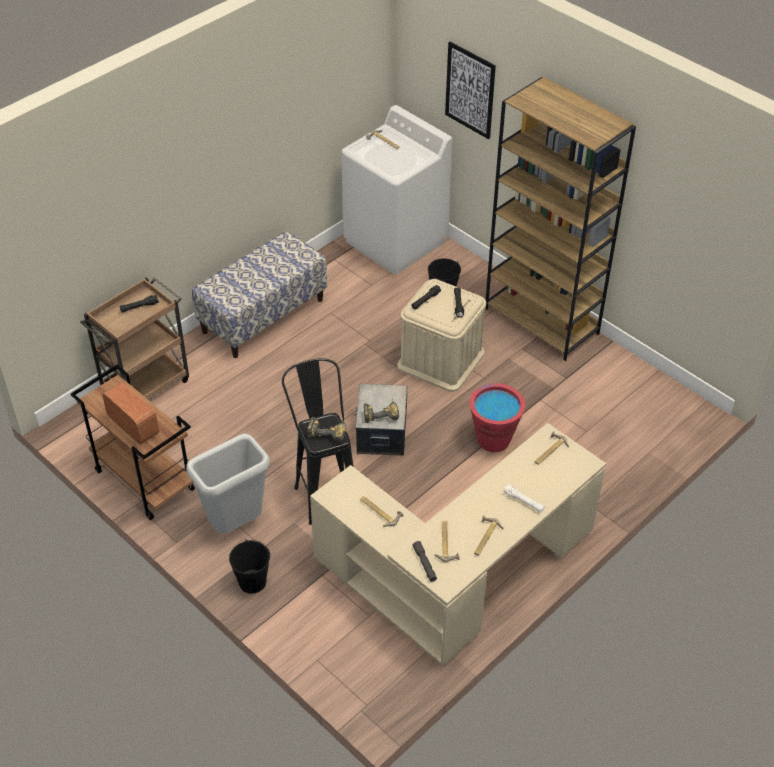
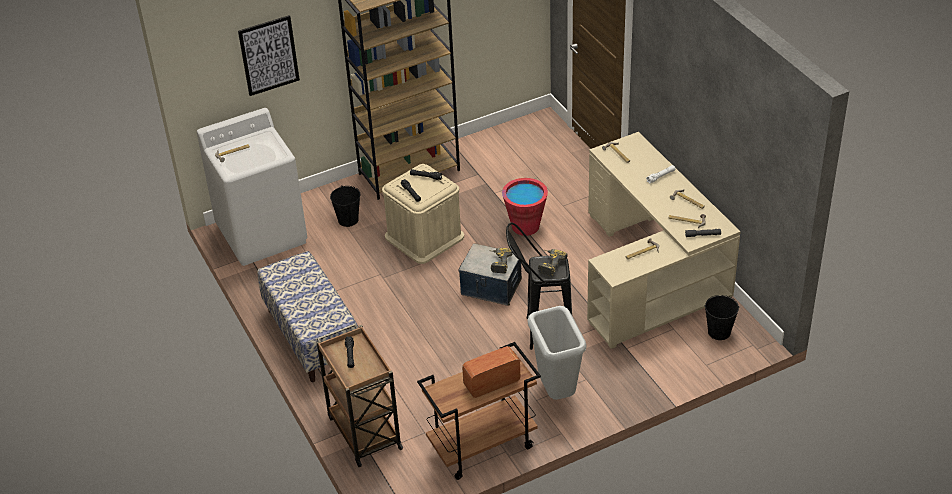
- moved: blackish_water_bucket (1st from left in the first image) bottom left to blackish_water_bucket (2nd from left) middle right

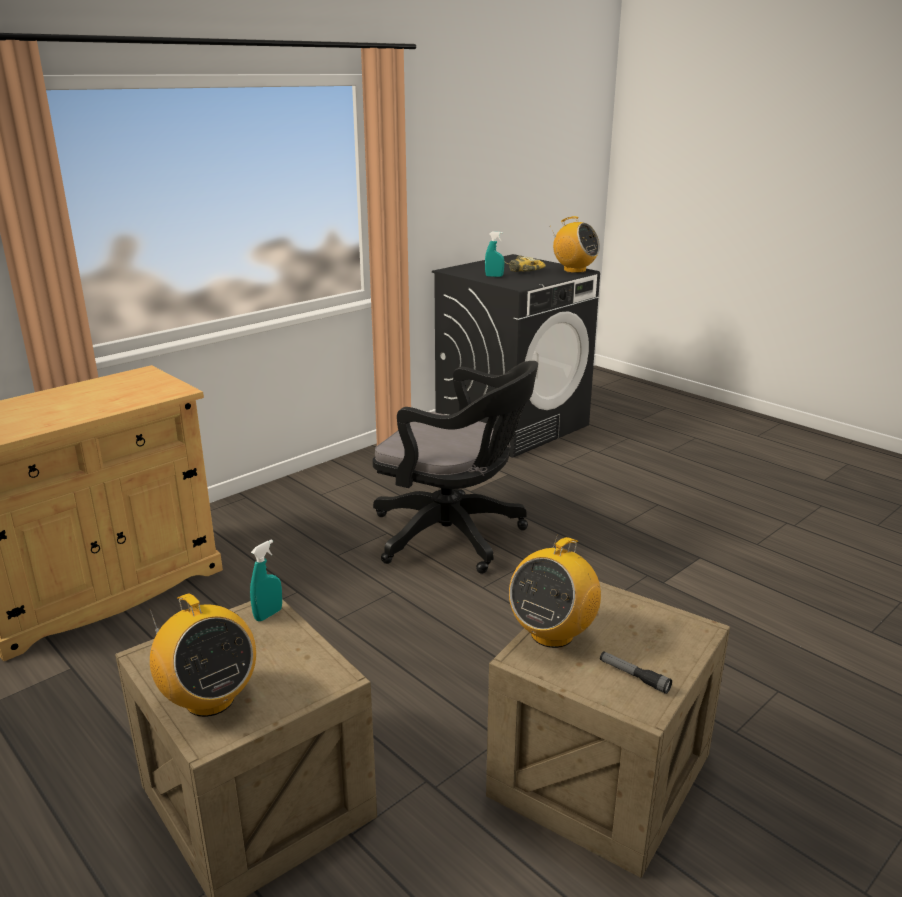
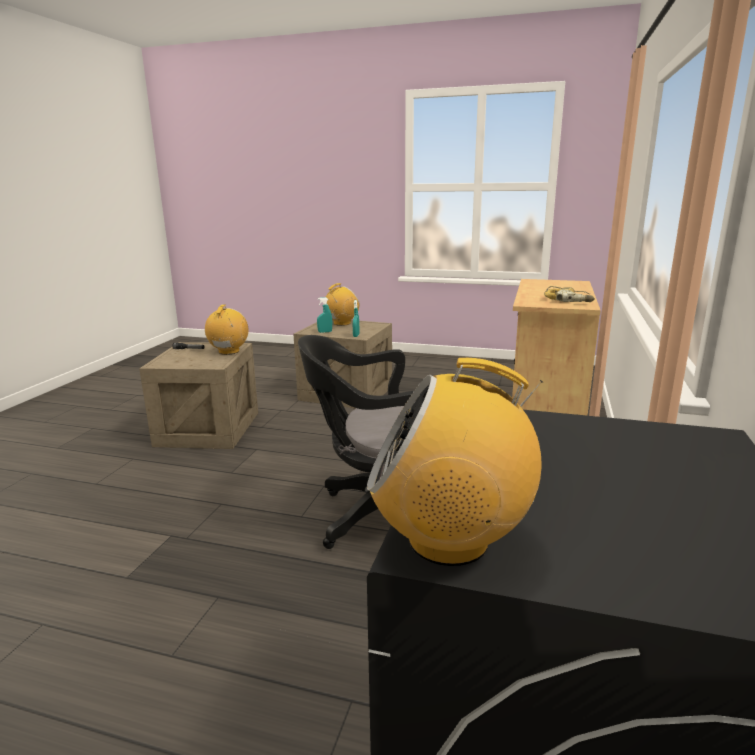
- moved: blue-green_sprayer (2nd from left in the first image) top centre to blue-green_sprayer (1st from left) centre
- turned: radio (1st from left in the first image) bottom left = centre 120 degrees clockwise
- moved: power_drill top centre to middle right

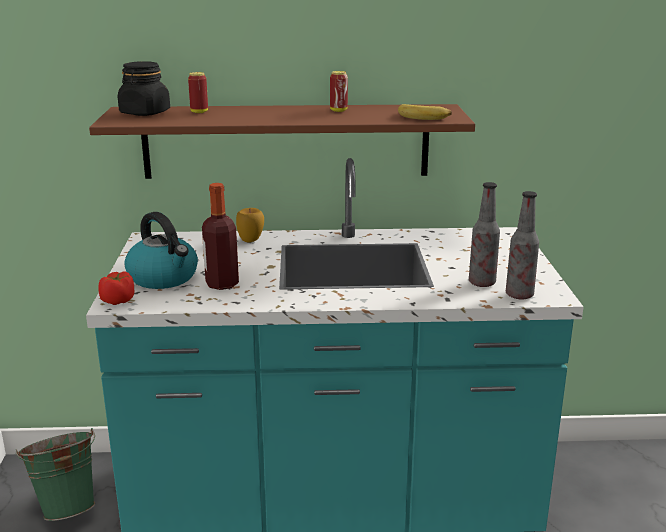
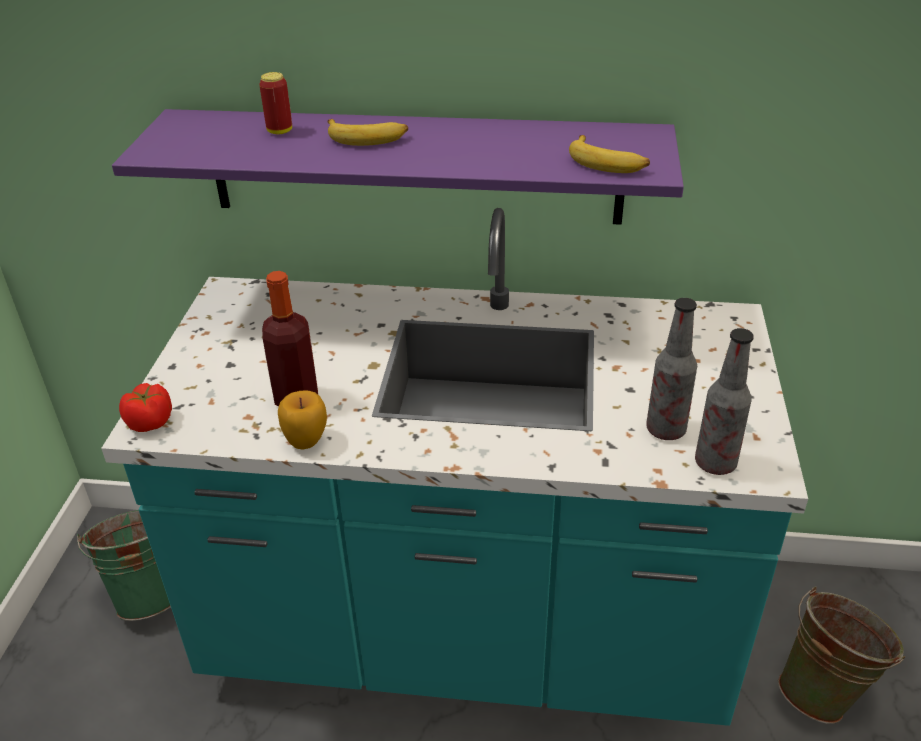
- recoloured: brown-coloured_wall_shelf top centre to purple_wall_shelf top centre
- moved: apple centre to middle left
- added: banana (1st from left) top centre
- added: green_water_bucket (2nd from left) bottom right
- removed: blackish_jar top left
- removed: kettle middle left
- removed: sealed_can (2nd from left) top centre

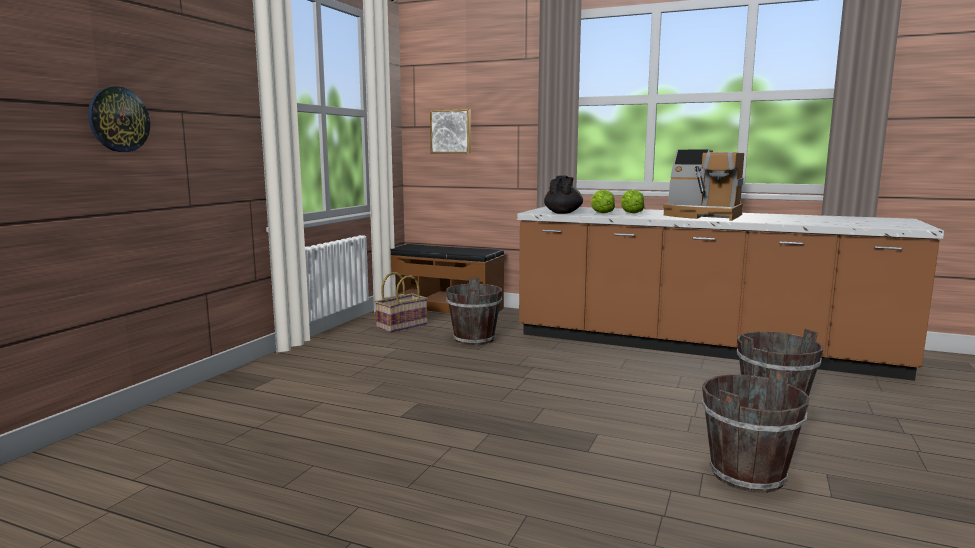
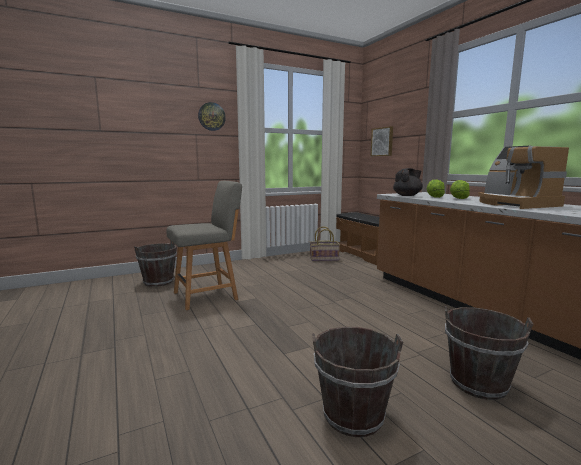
- moved: brown-coloured_water_bucket (1st from left) centre to middle left
- added: greyish_chair centre
- moved: hanging_clock top left to top centre

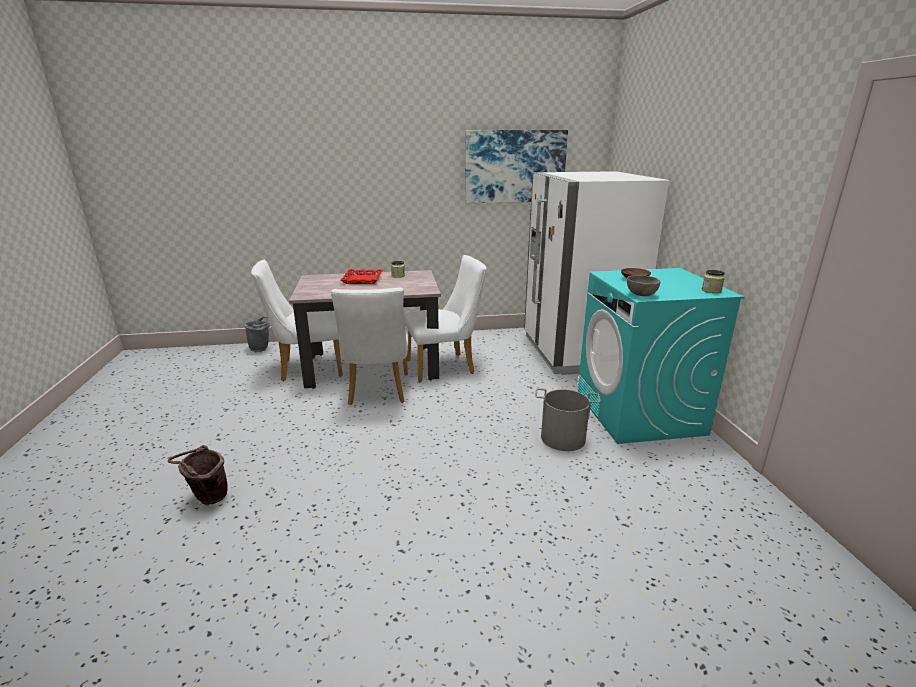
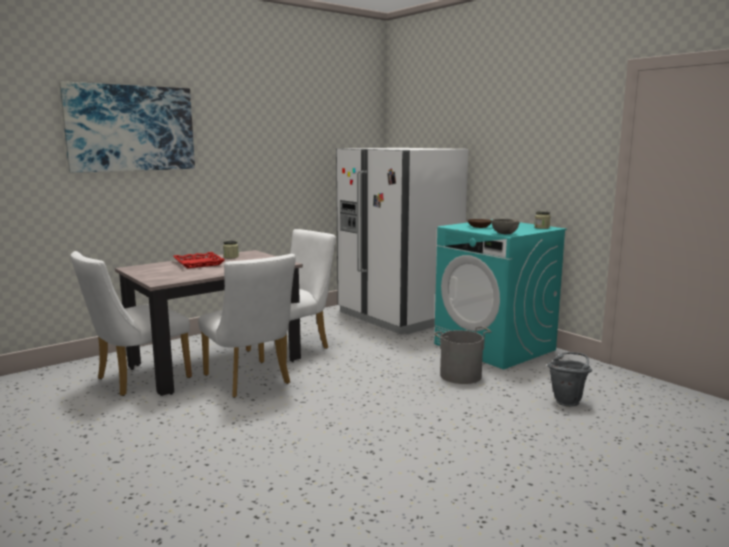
- moved: wall_art top centre to top left
- moved: greyish_water_bucket (1st from left in the first image) middle left to greyish_water_bucket (2nd from left) bottom right
- removed: brown-coloured_water_bucket bottom left

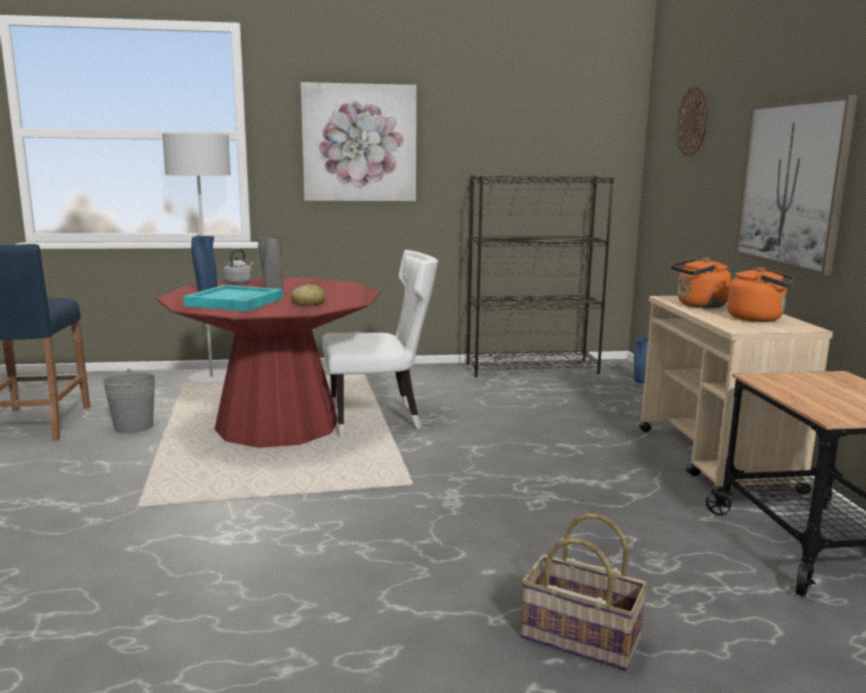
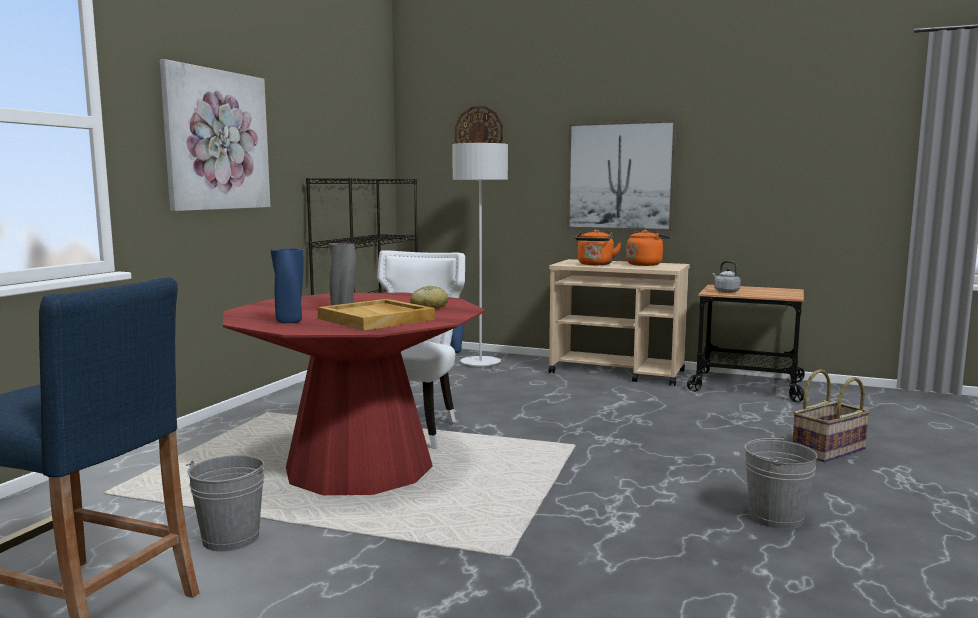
- recoloured: blue-green_serving_tray middle left to beige-coloured_serving_tray centre
- moved: greyish_standard_lamp middle left to centre
- moved: greyish_kettle middle left to middle right
- added: greyish_water_bucket (2nd from left) bottom right

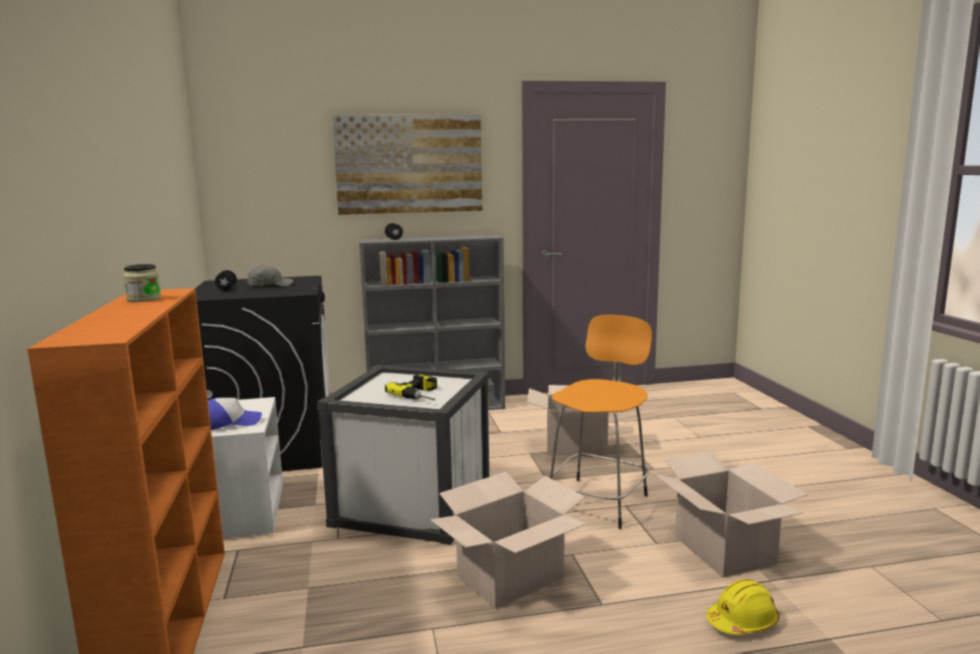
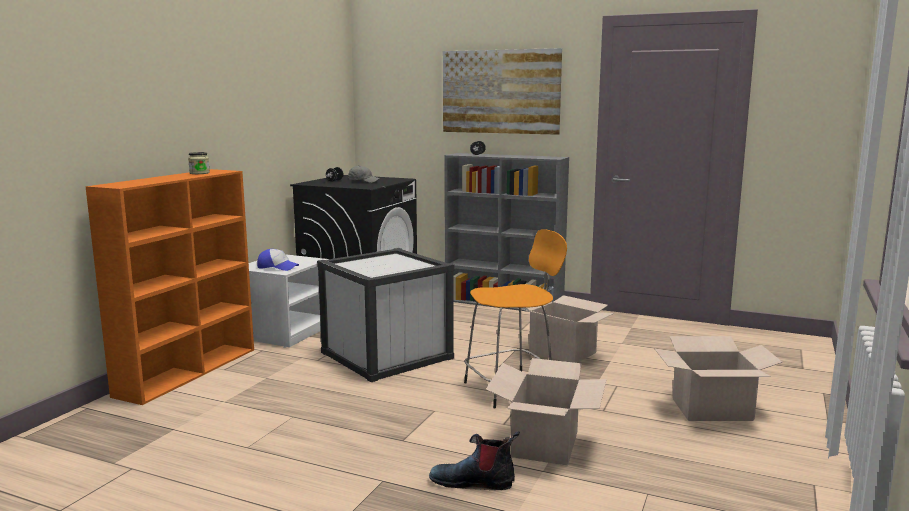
- replaced: yellow_safety_helmet bottom right to boot bottom centre
- moved: packing_box (1st from left in the first image) bottom centre to packing_box (3rd from left) bottom right
- removed: power_drill centre

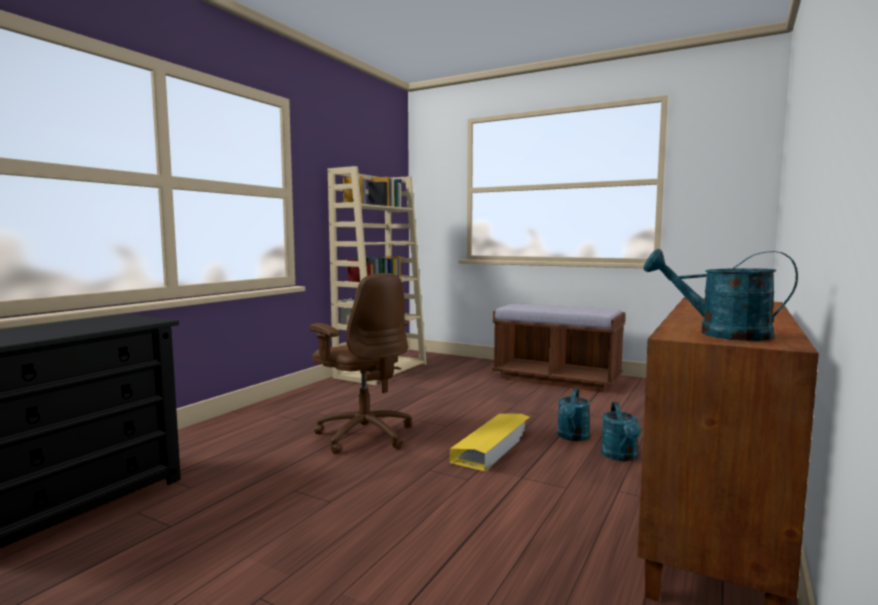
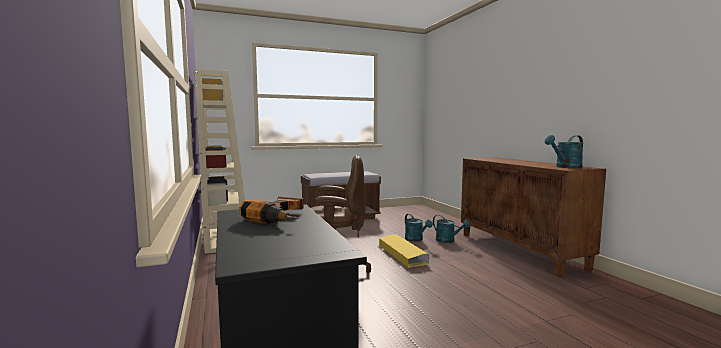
- added: power_drill centre

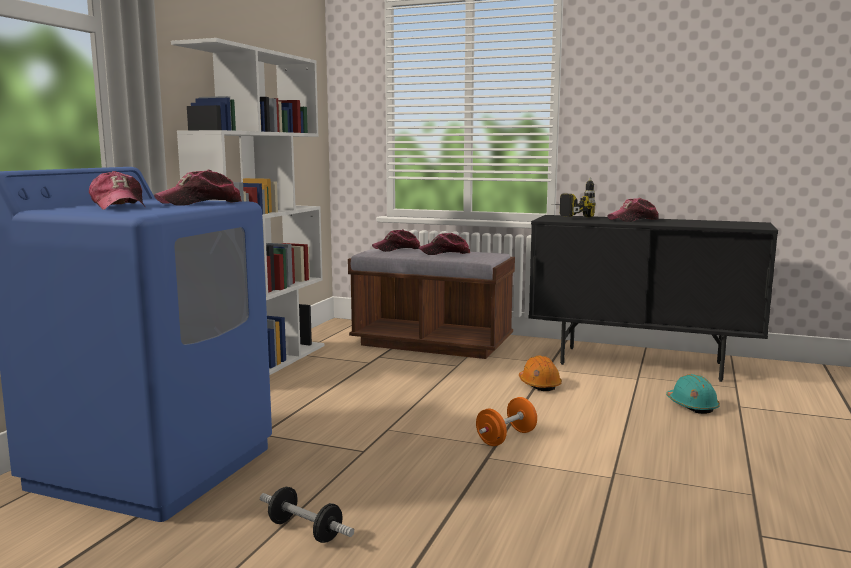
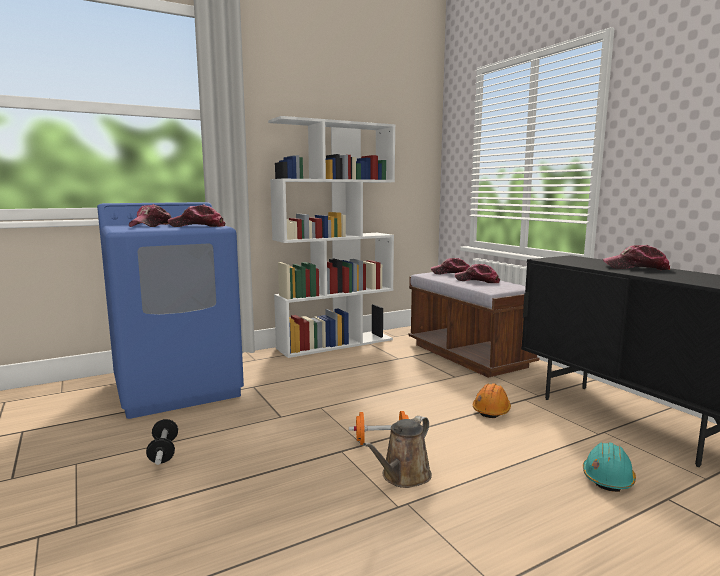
- added: brown-coloured_watering_pot bottom centre
- removed: power_drill middle right

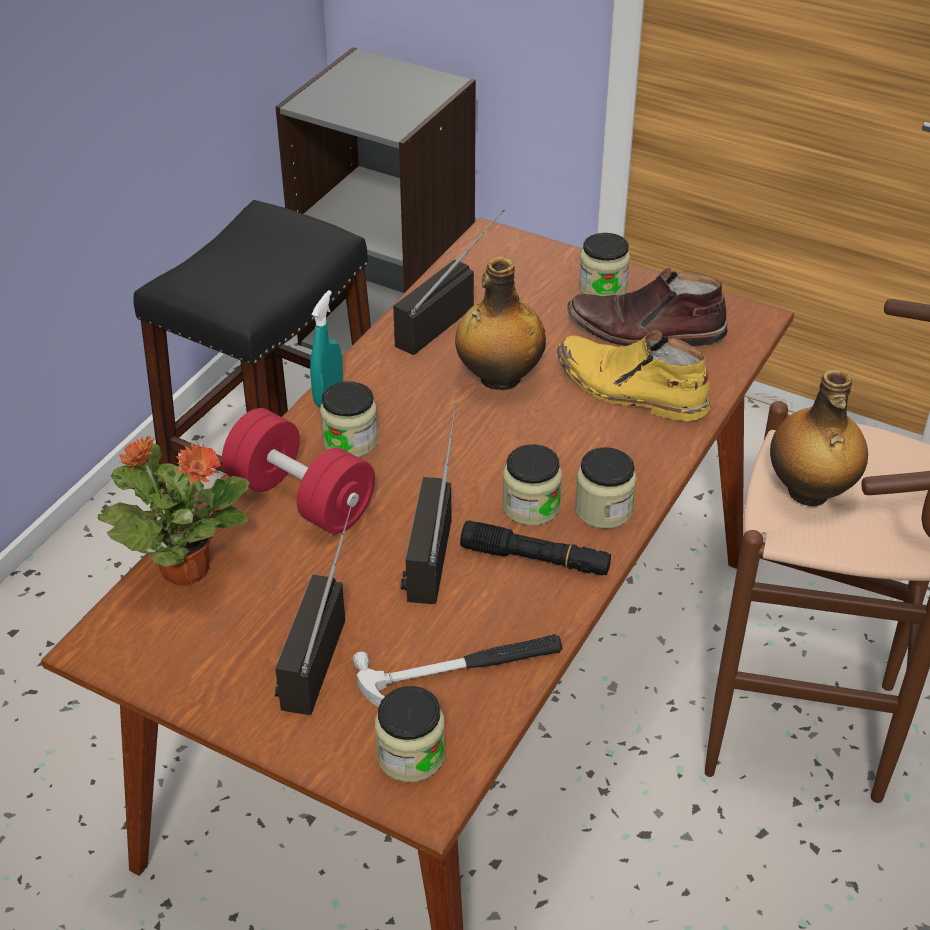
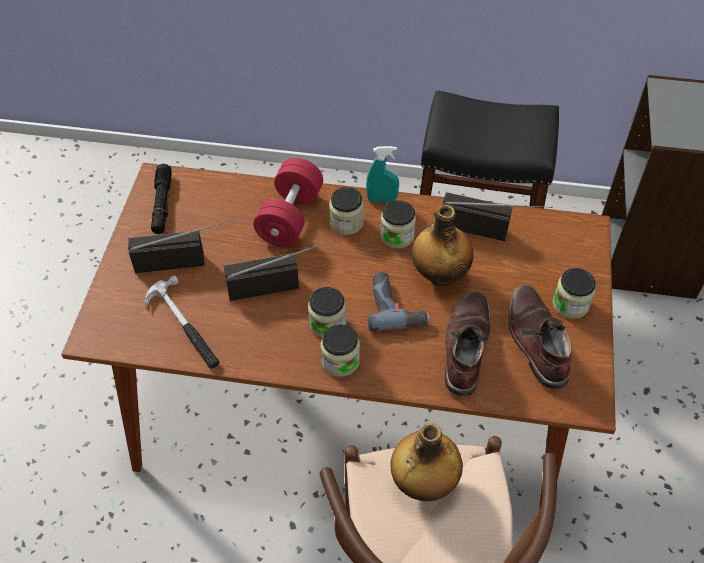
- moved: blackish_hand_torch centre to middle left
- added: power_drill centre
- moved: jar (2nd from left in the first image) bottom centre to jar (4th from left) centre
- recoloured: yellow_boot middle right to brown-coloured_boot (1st from left) centre
- removed: plant_in_a_pot middle left

